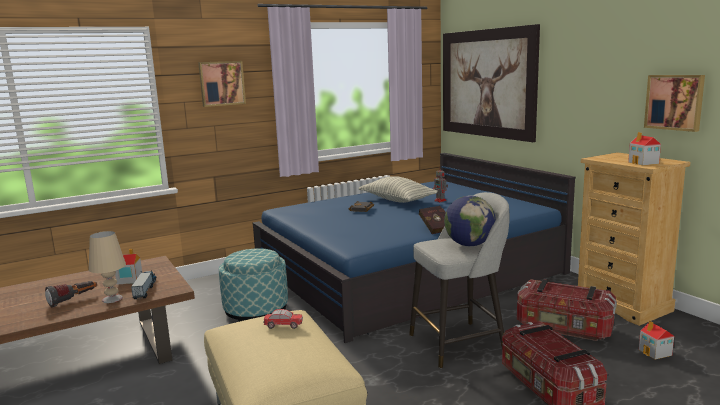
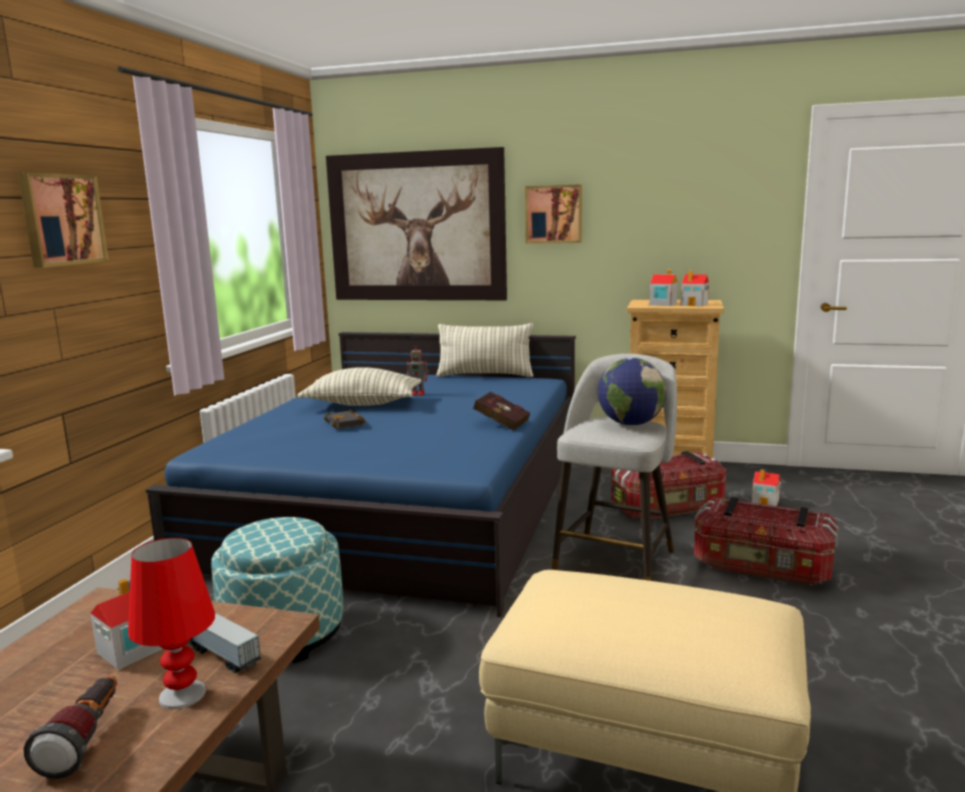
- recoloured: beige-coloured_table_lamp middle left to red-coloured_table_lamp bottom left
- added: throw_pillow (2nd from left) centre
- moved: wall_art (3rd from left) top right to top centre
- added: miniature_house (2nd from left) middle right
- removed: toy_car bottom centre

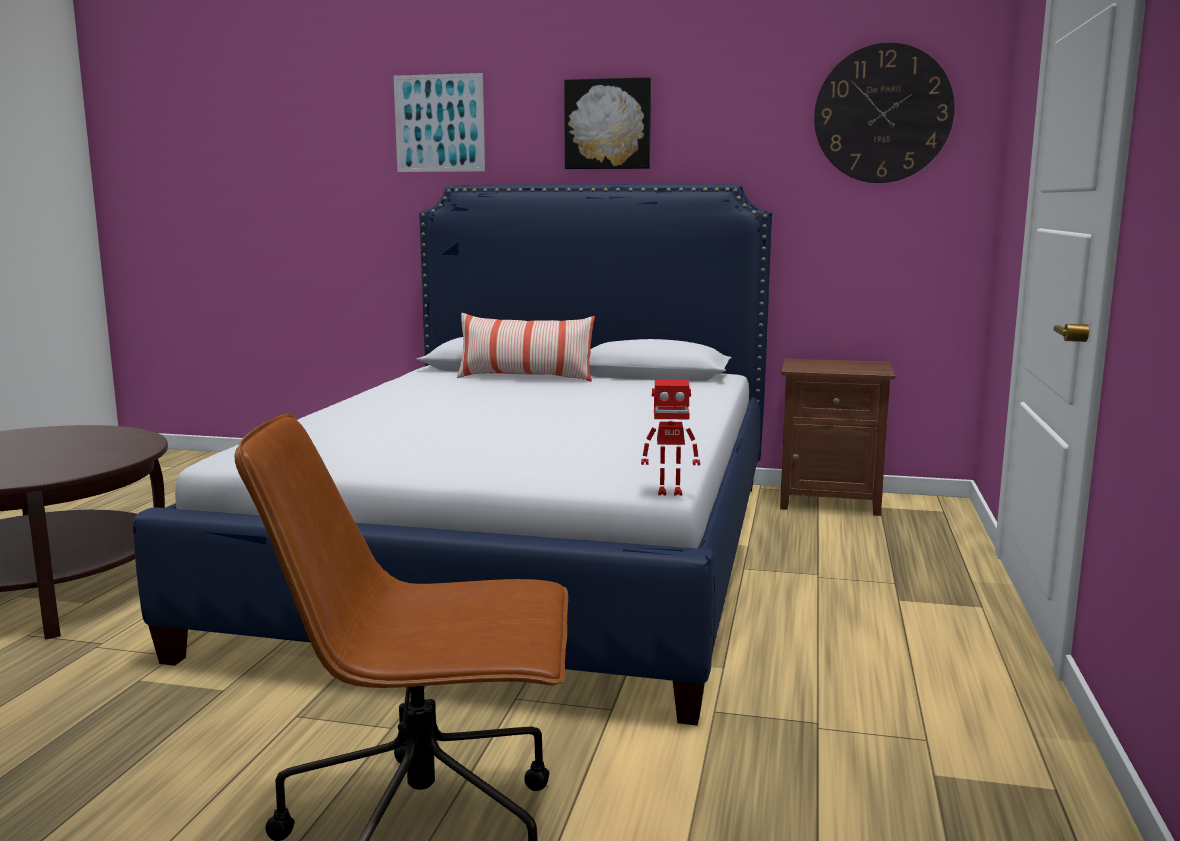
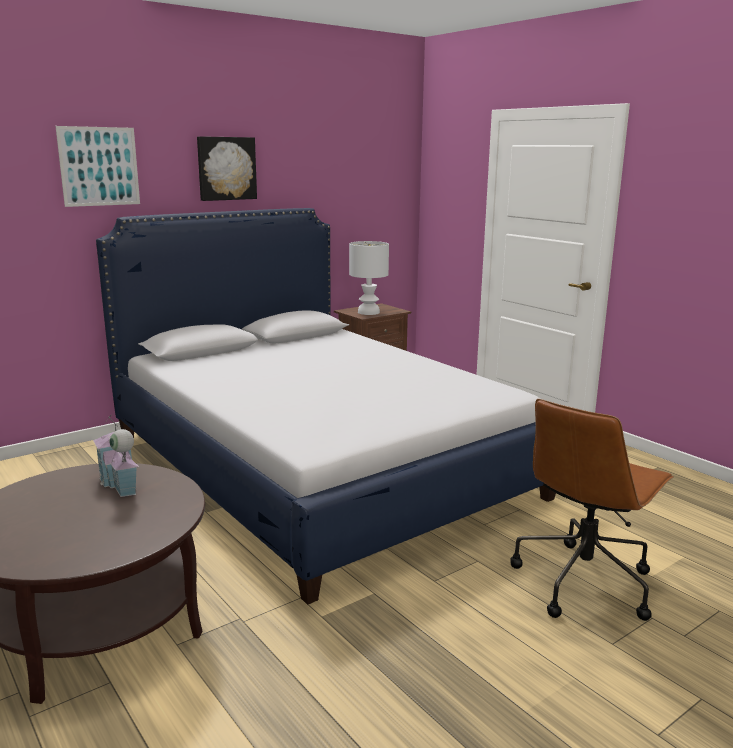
- added: miniature_house middle left
- added: white-coloured_table_lamp centre
- removed: throw_pillow centre
- removed: robot_figure centre
- removed: hanging_clock top right

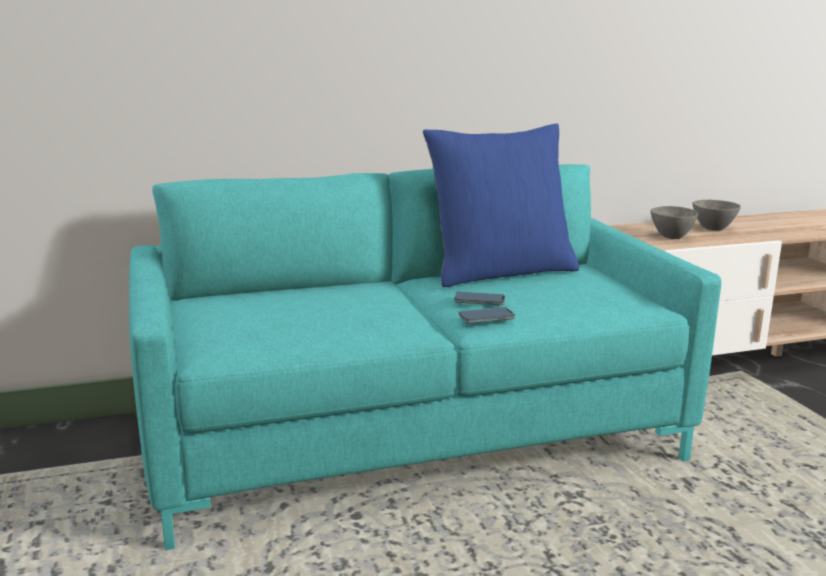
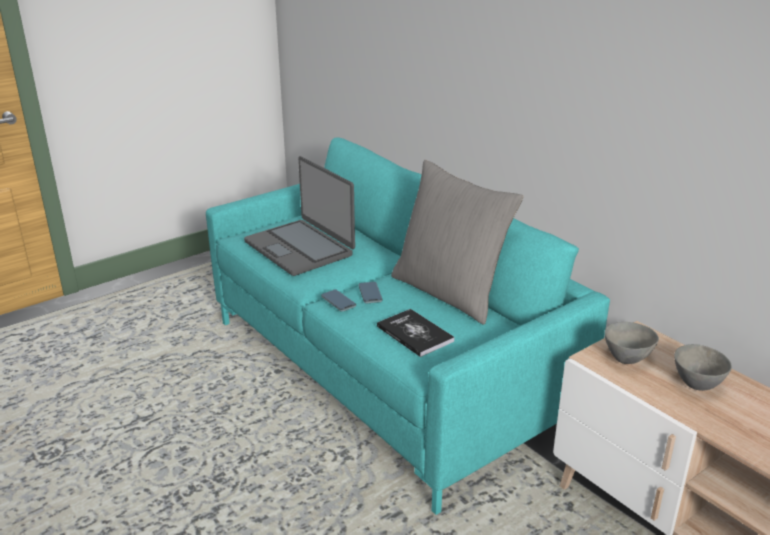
- added: laptop centre
- added: bound_book centre
- recoloured: blue-coloured_throw_pillow centre to greyish_throw_pillow centre

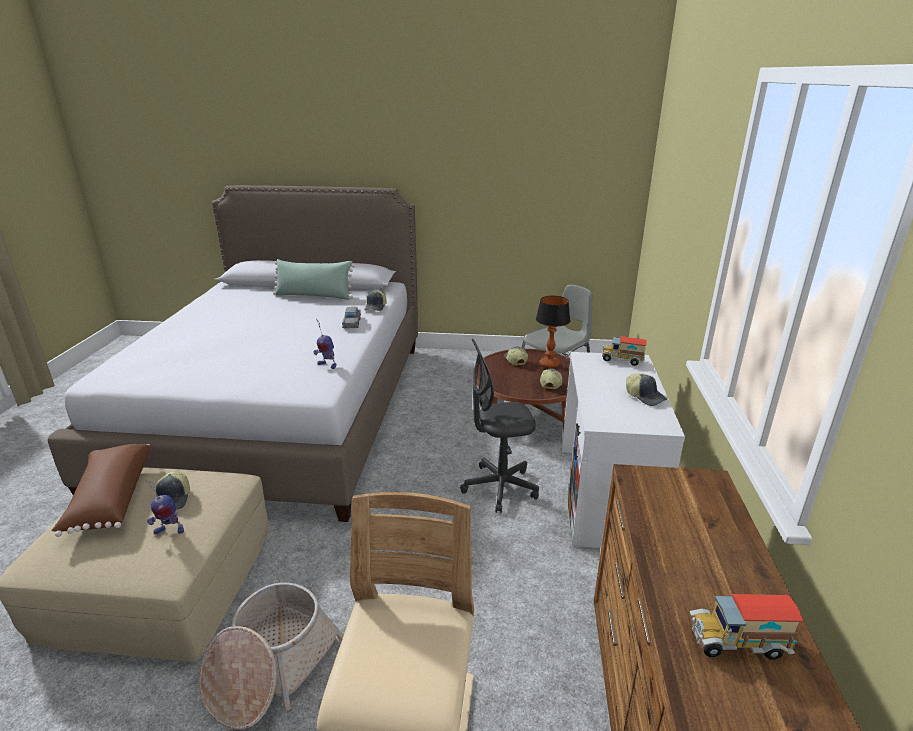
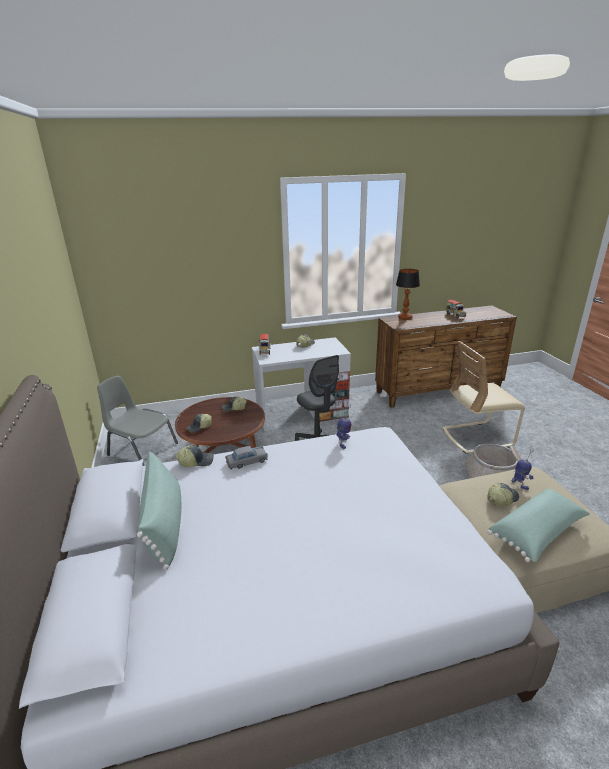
- moved: table_lamp centre to middle right
- recoloured: brown-coloured_throw_pillow bottom left to green_throw_pillow (2nd from left) bottom right

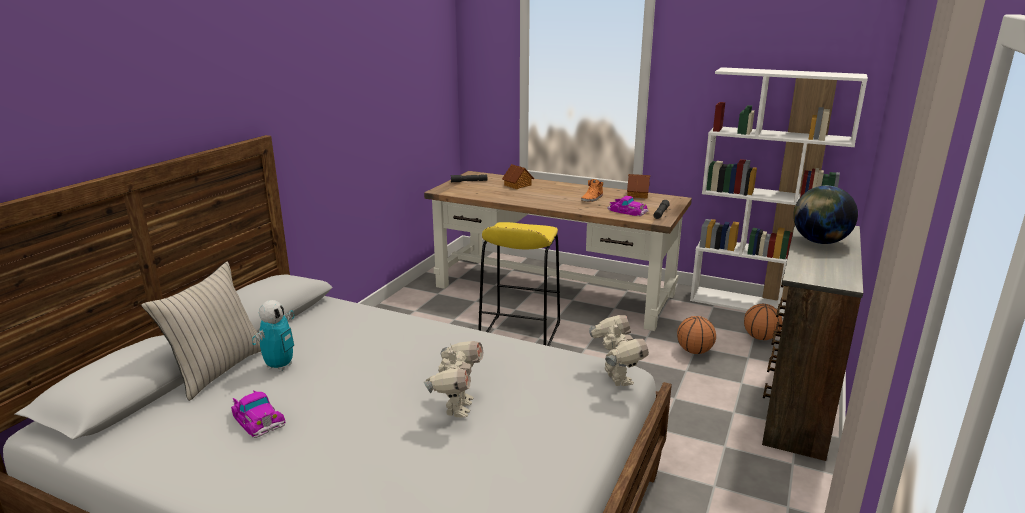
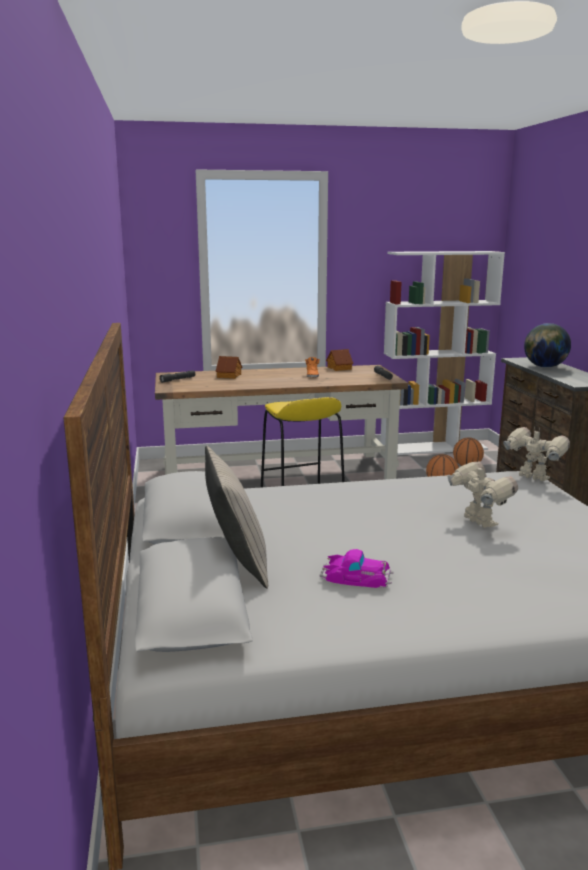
- removed: robot_figure (1st from left) middle left
- removed: toy_car (2nd from left) centre

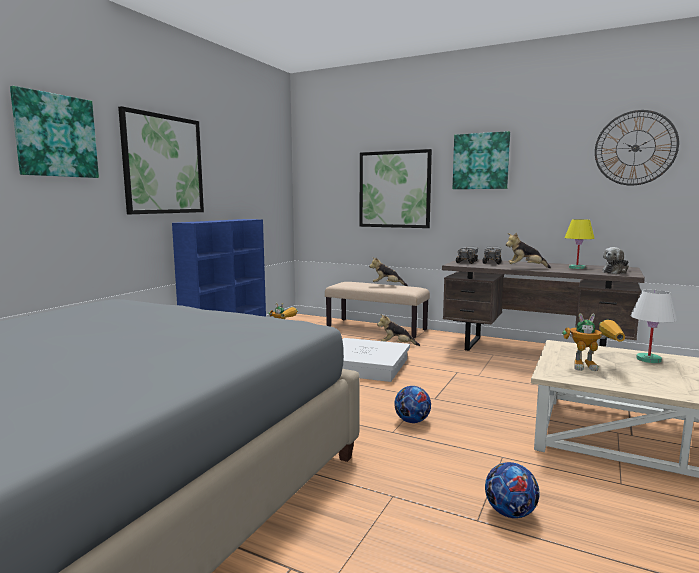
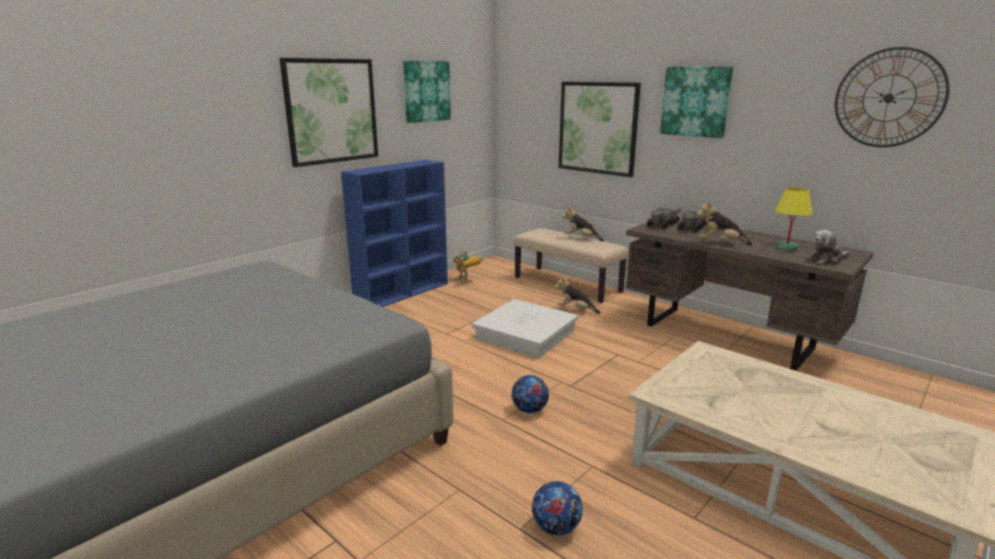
- moved: wall_art (1st from left in the first image) top left to wall_art (2nd from left) top centre
- removed: robot_figure (2nd from left) middle right
- removed: white-coloured_table_lamp middle right

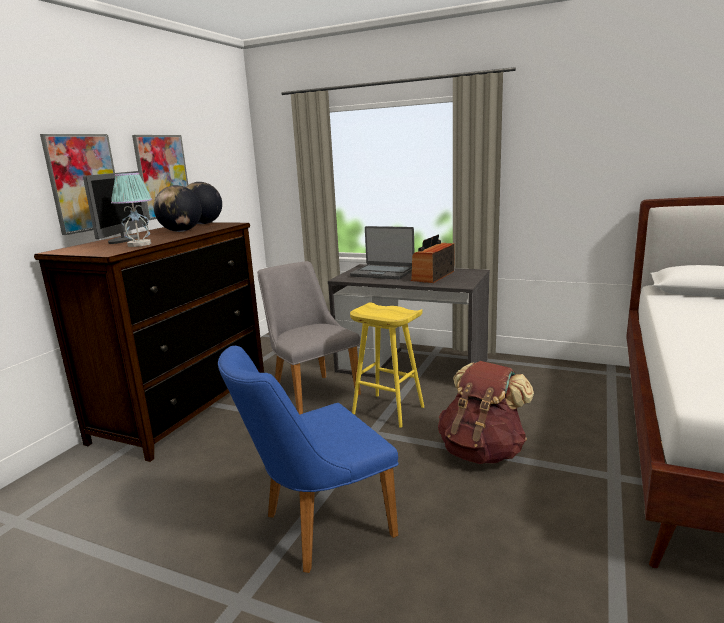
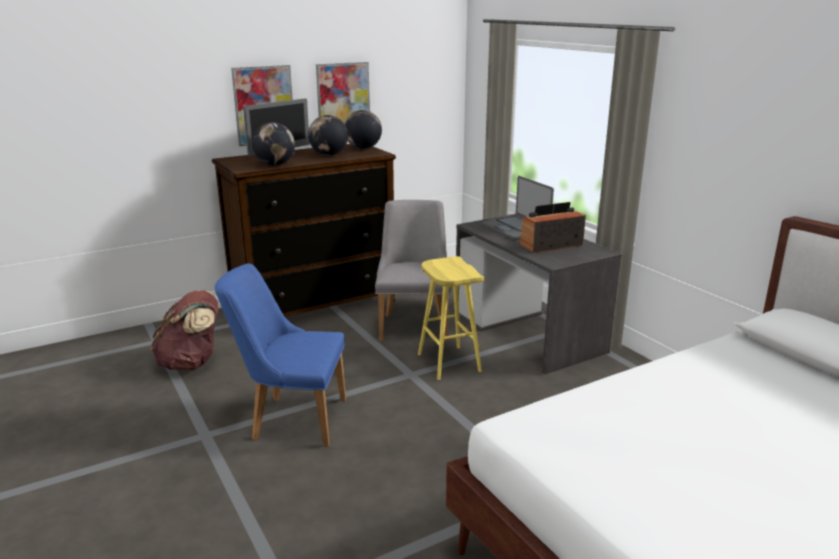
- moved: brown-coloured_backpack middle right to middle left
- replaced: table_lamp middle left to globe (1st from left) top left

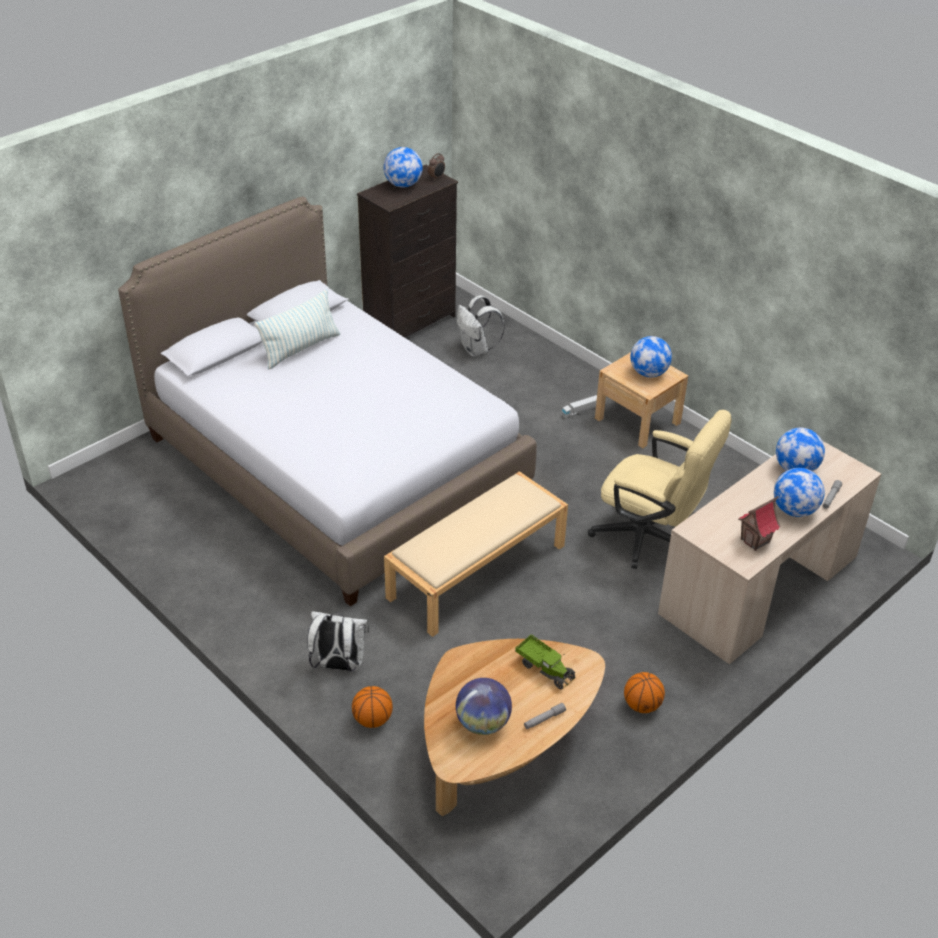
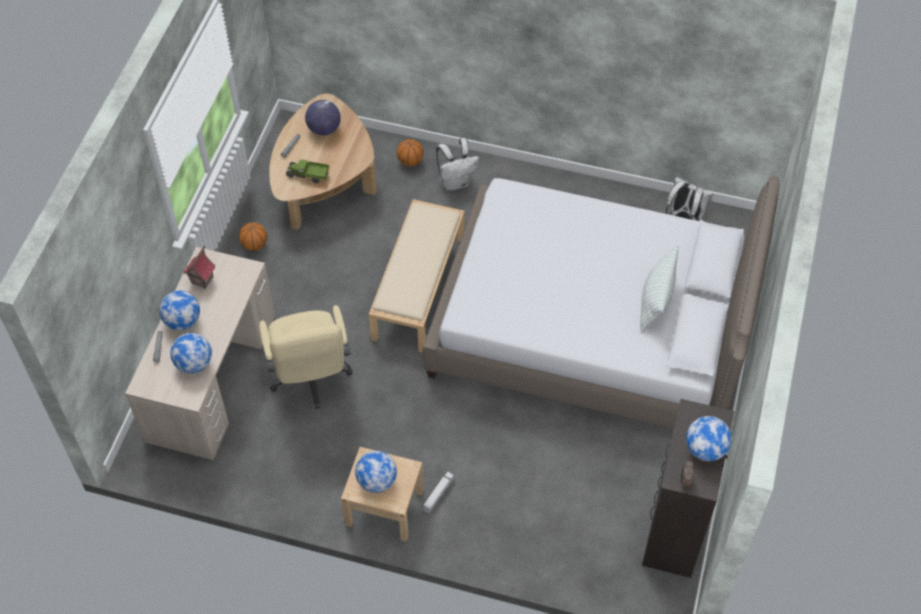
- turned: beige-coloured_office_chair middle right = middle left 105 degrees counterclockwise
- moved: white-coloured_backpack (2nd from left) centre to top right

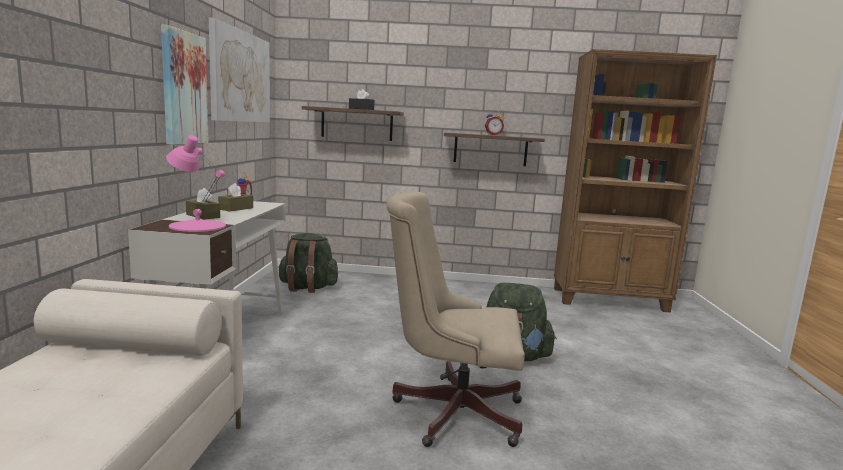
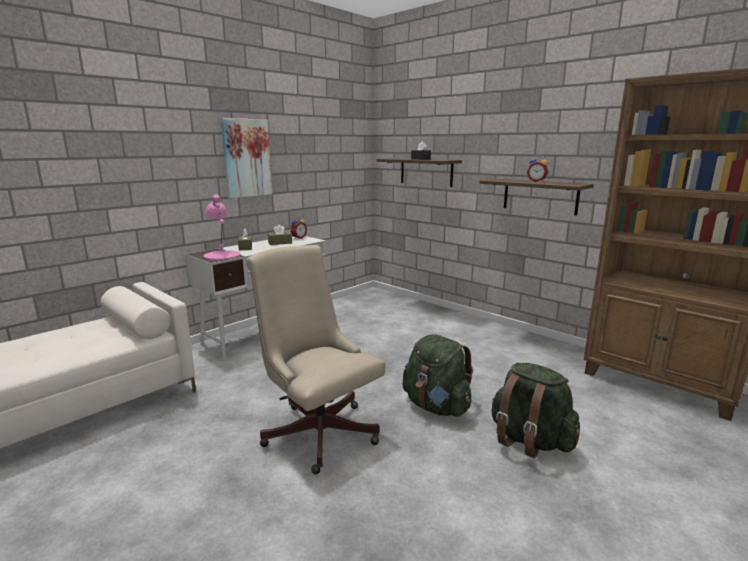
- moved: green_backpack (1st from left in the first image) centre to green_backpack (2nd from left) bottom right
- removed: wall_art (2nd from left) top left

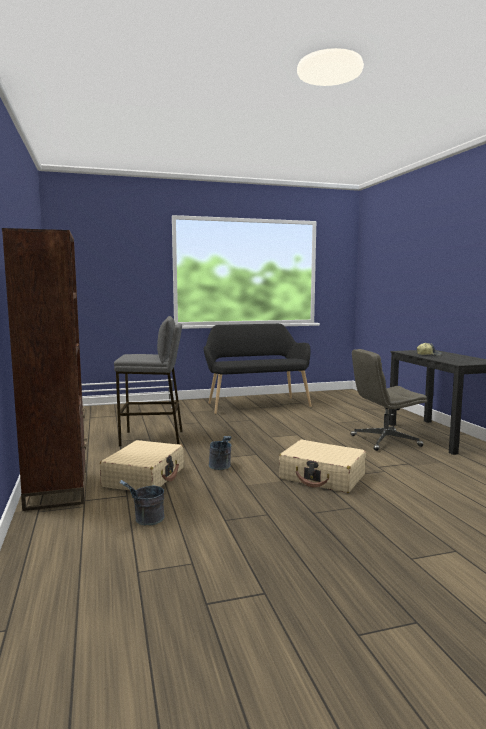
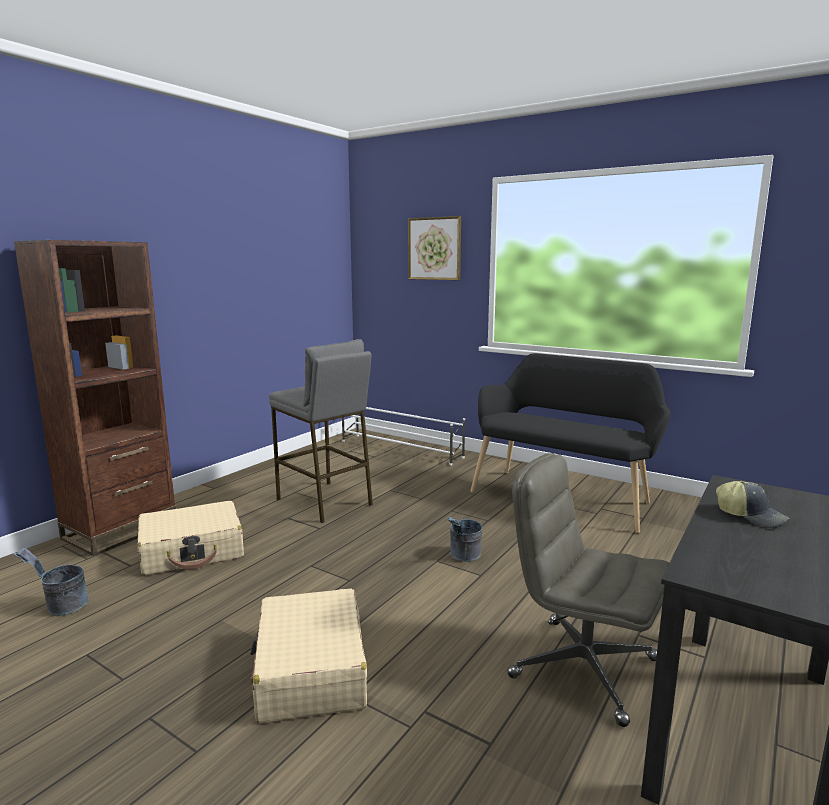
- added: wall_art top centre
- moved: greyish_water_bucket (2nd from left) centre to bottom centre

